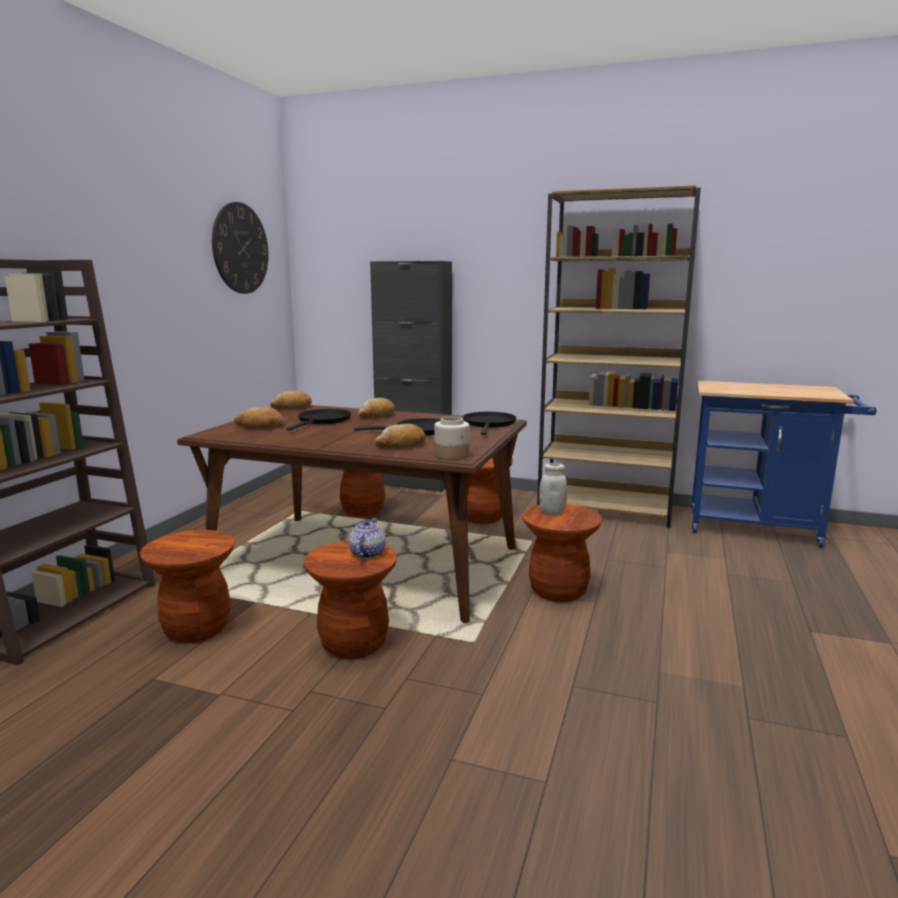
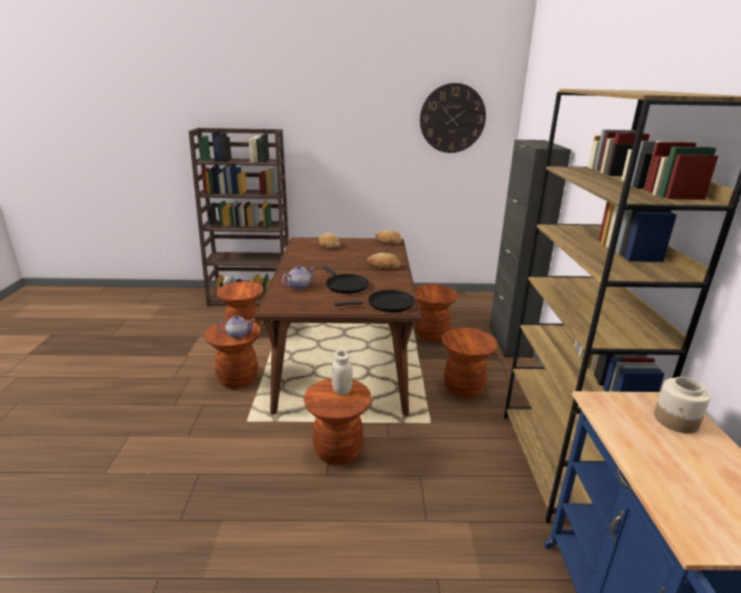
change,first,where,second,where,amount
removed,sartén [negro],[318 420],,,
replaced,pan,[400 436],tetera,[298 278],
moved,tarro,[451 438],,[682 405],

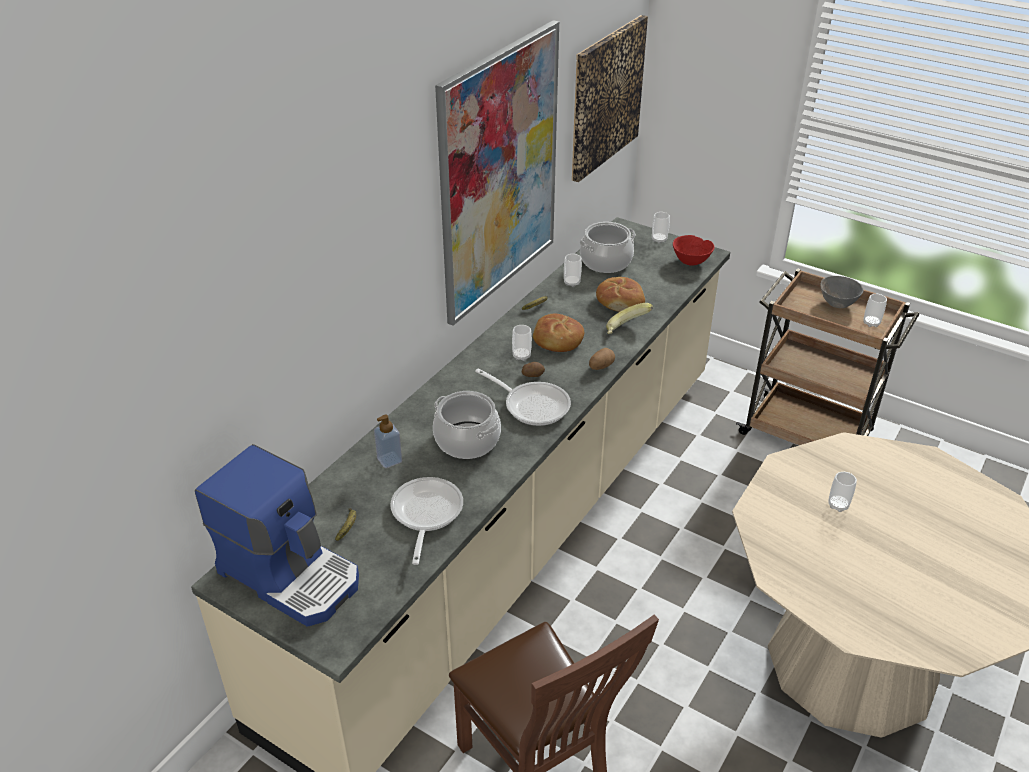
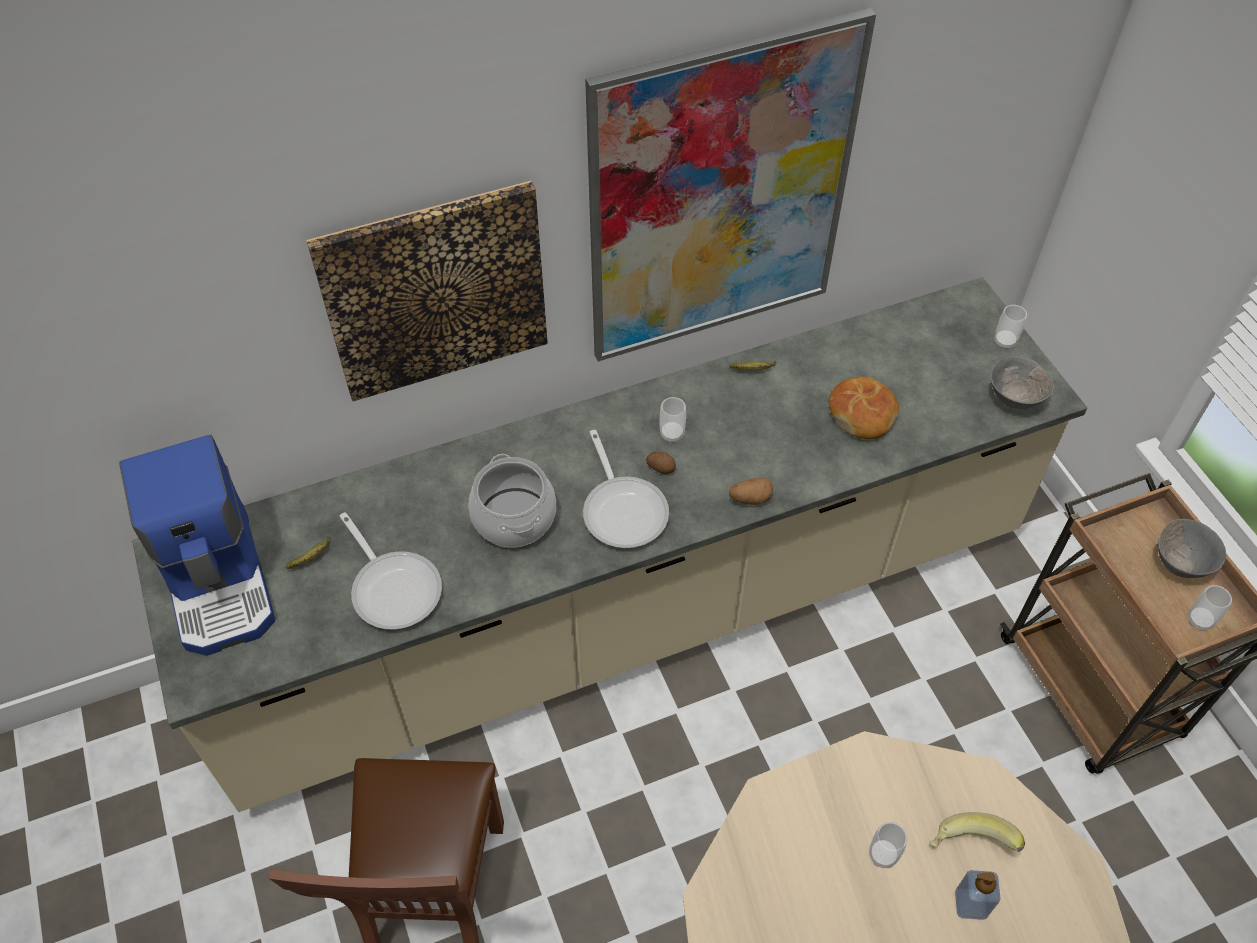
change,first,where,second,where,amount
moved,dispensador de jabón,[388 441],,[977 895],
turned,sartén,[426 521],,[390 571],105 degrees clockwise
removed,pan,[558 332],,,
removed,taza,[573 270],,,
moved,cuadro,[610 98],,[427 291],
removed,olla,[607 247],,,
moved,plátano,[629 318],,[977 832],
recoloured,cuenco [rojo],[694 250],cuenco [gris],[1022 382],

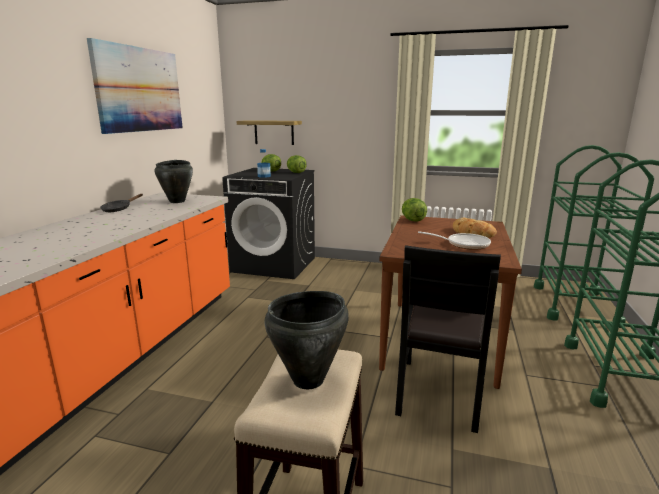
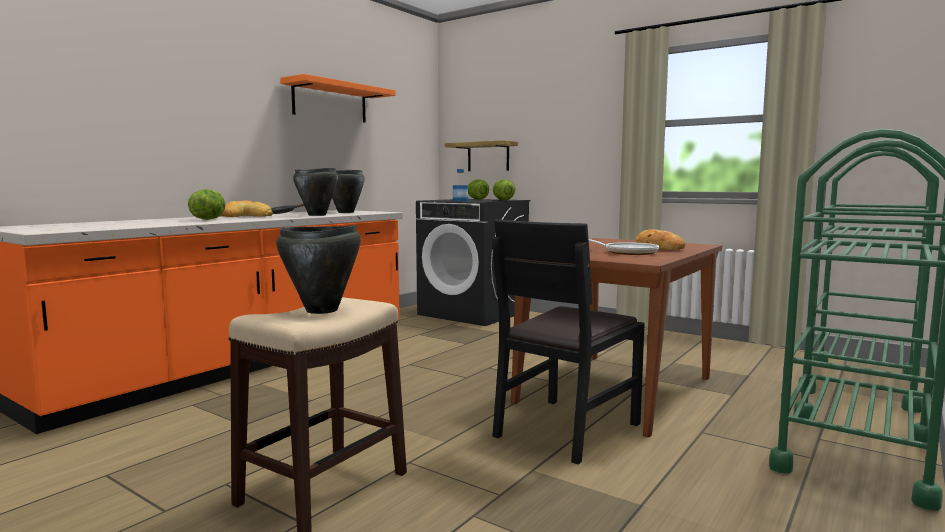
change,first,where,second,where,amount
replaced,cuadro,[135 86],estante [naranja],[337 98],
moved,lechuga,[414 210],,[206 204],
added,,,pan,[246 208],
added,,,olla [negro],[315 192],

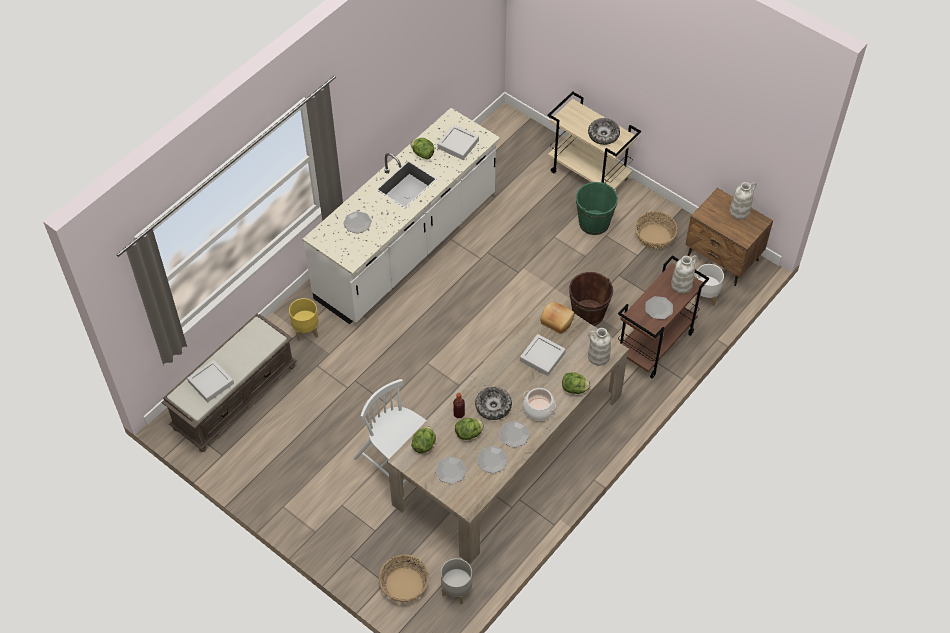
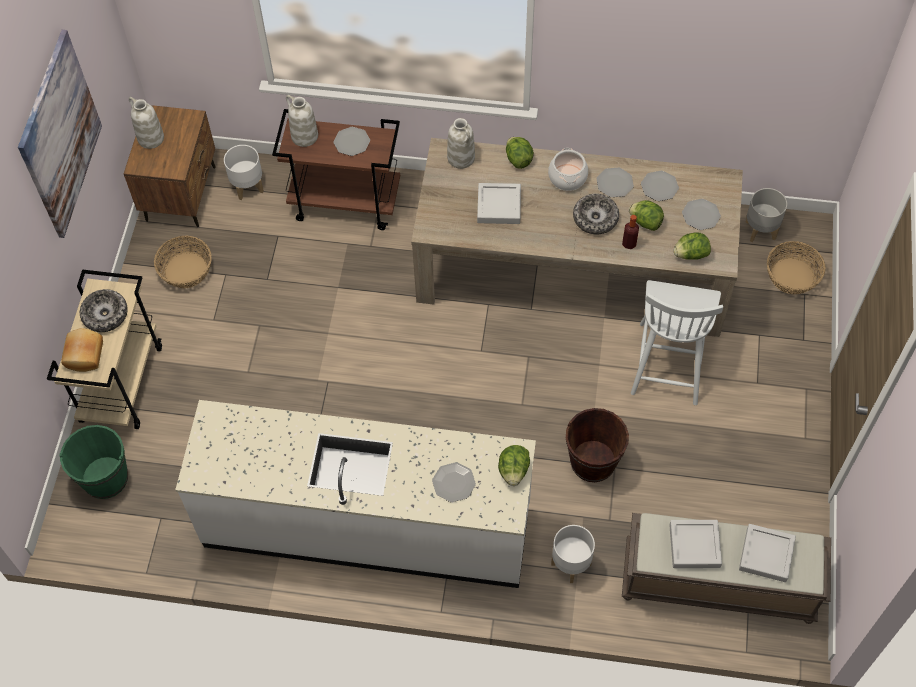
change,first,where,second,where,amount
recoloured,maceta [amarillo],[304 319],maceta [blanco],[573 554],
moved,lechuga,[422 148],,[514 465],
moved,bandeja [gris],[458 142],,[695 544],
moved,pan,[557 317],,[82 350],
moved,cubo [marrón],[591 299],,[597 445],
moved,cubo [verde],[597 208],,[94 462],
added,,,cuadro,[60 134],

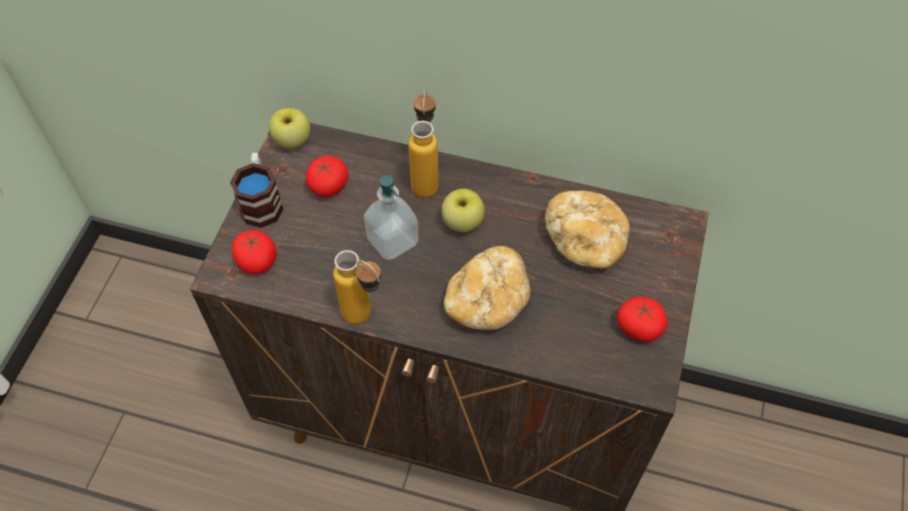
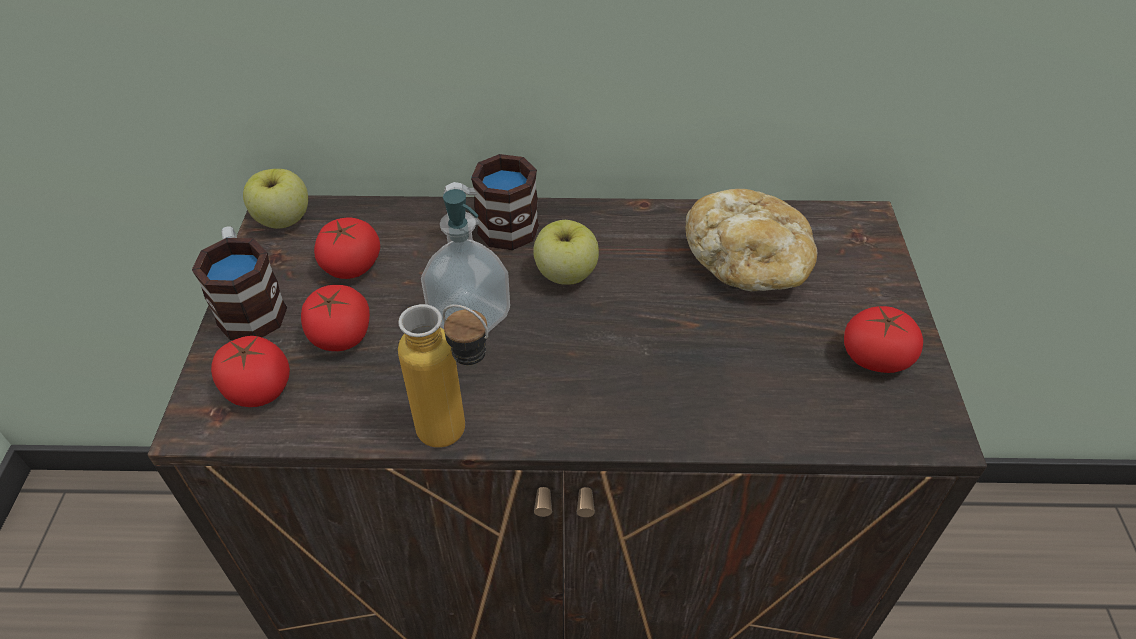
change,first,where,second,where,amount
replaced,botella,[424 143],taza grande,[491 202],
removed,pan,[487 288],,,
added,,,tomate,[335 318],

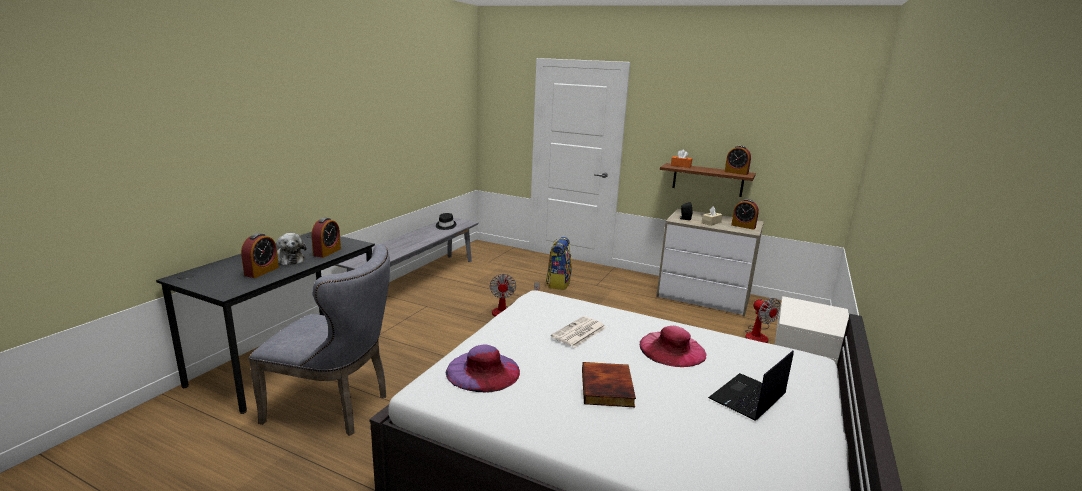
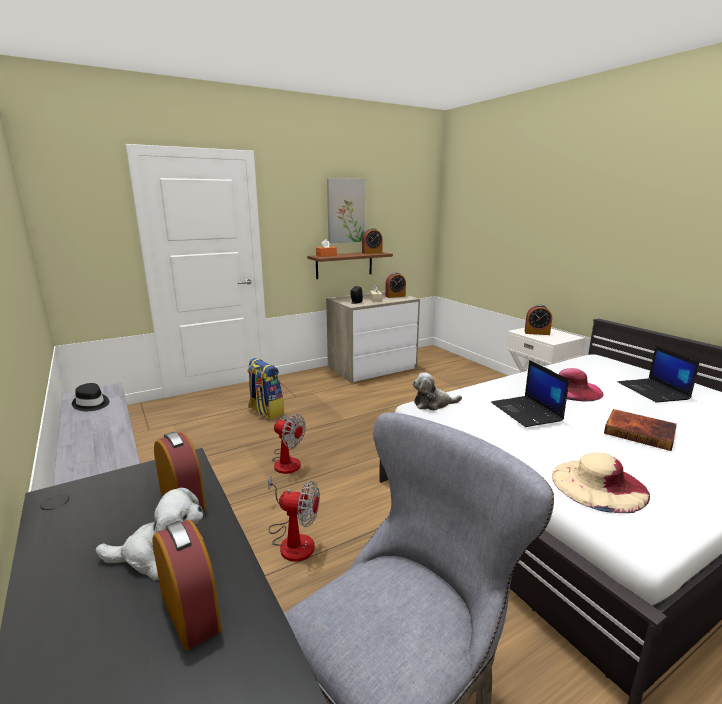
change,first,where,second,where,amount
recoloured,sombrero [morado],[483 368],sombrero [beis],[601 483],
replaced,periódico,[578 331],portátil,[530 393],
moved,ventilador,[762 320],,[294 518],
added,,,cuadro,[346 210],
added,,,peluche,[437 391],
added,,,despertador,[538 320],

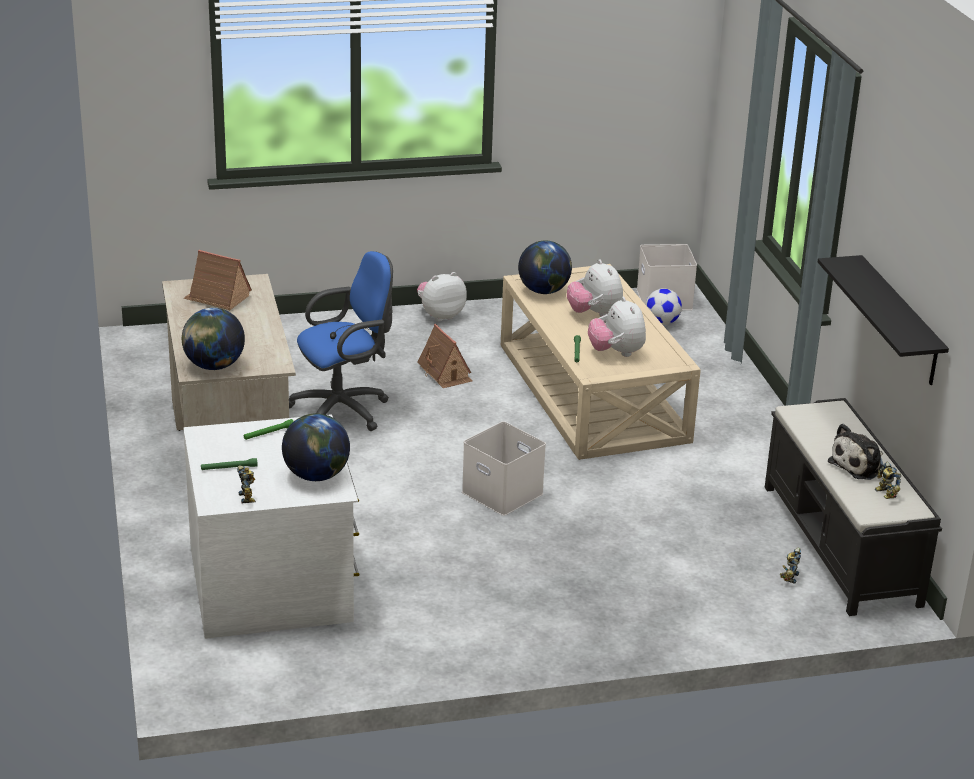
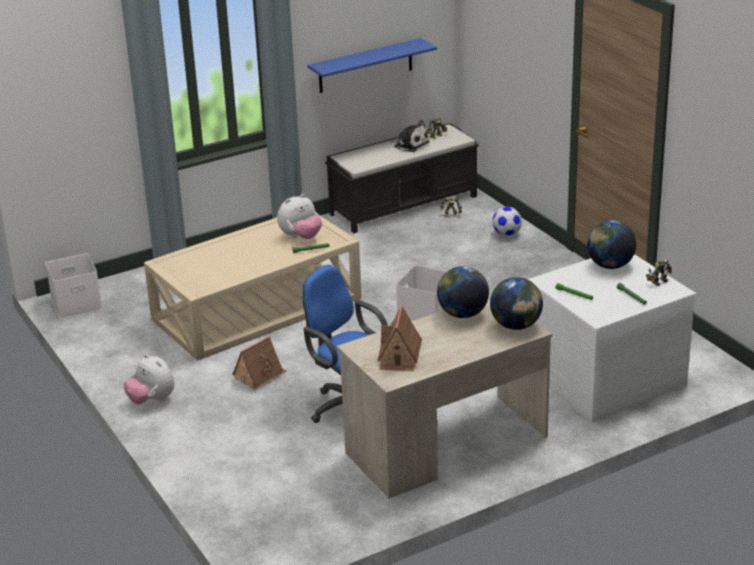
change,first,where,second,where,amount
moved,globo terráqueo,[545 267],,[463 292],
removed,peluche,[595 287],,,
moved,balón de fútbol,[663 306],,[507 221],
recoloured,estante [negro],[883 320],estante [azul],[372 65],

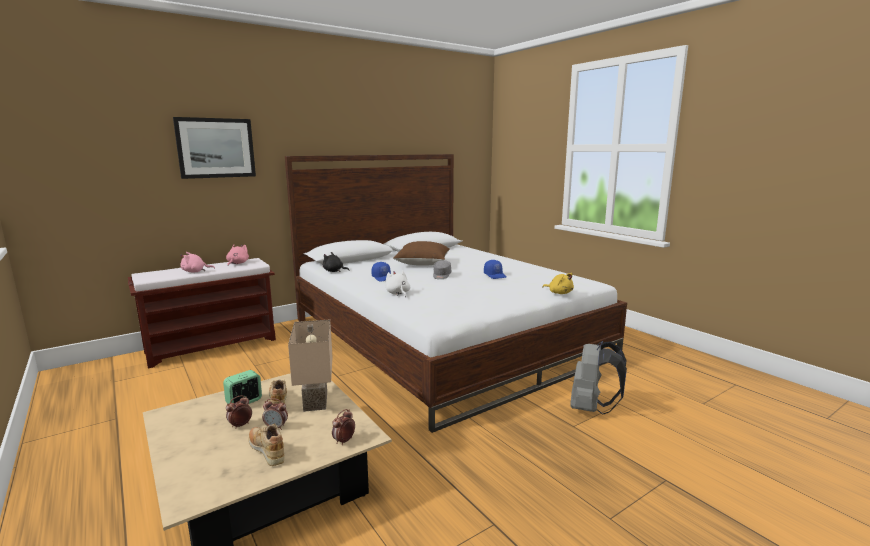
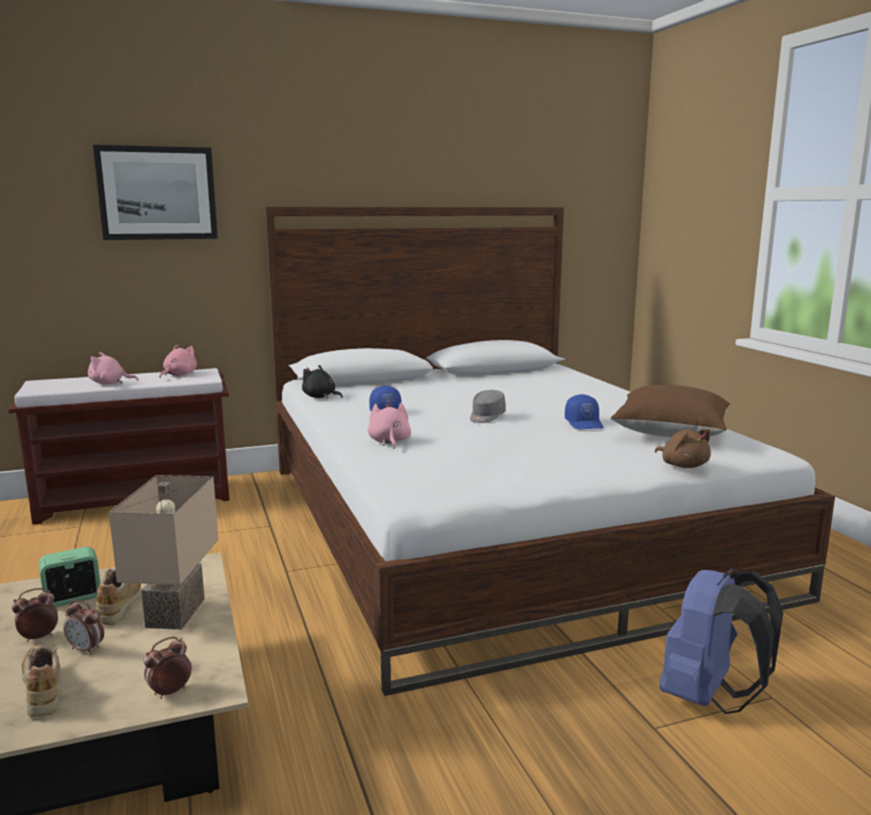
change,first,where,second,where,amount
recoloured,peluche [blanco],[397 283],peluche [rosa],[389 426],
moved,cojín [marrón],[421 253],,[670 411],
recoloured,peluche [amarillo],[558 283],peluche [marrón],[683 448],
recoloured,mochila [gris],[598 378],mochila [azul],[721 641],

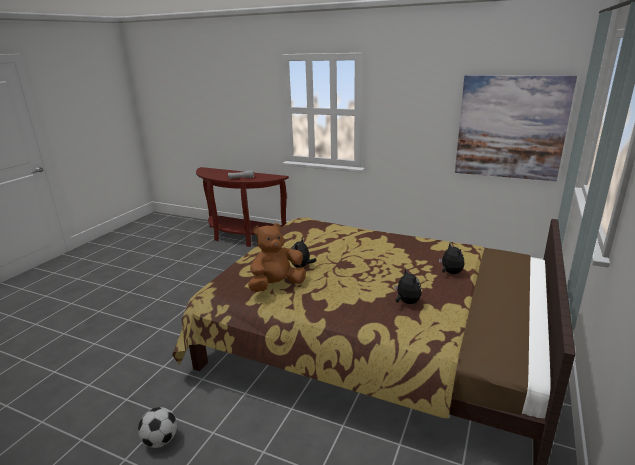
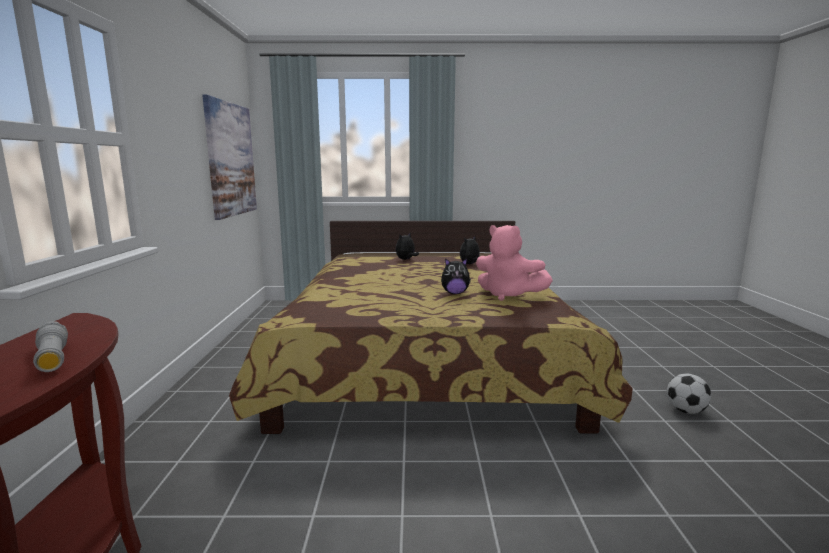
change,first,where,second,where,amount
recoloured,peluche [marrón],[277 257],peluche [rosa],[514 263],

